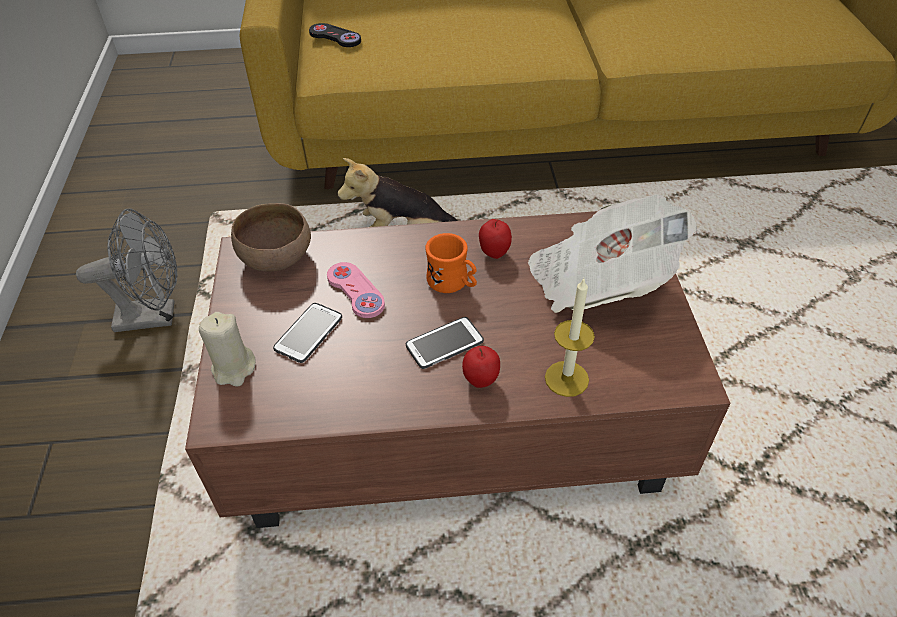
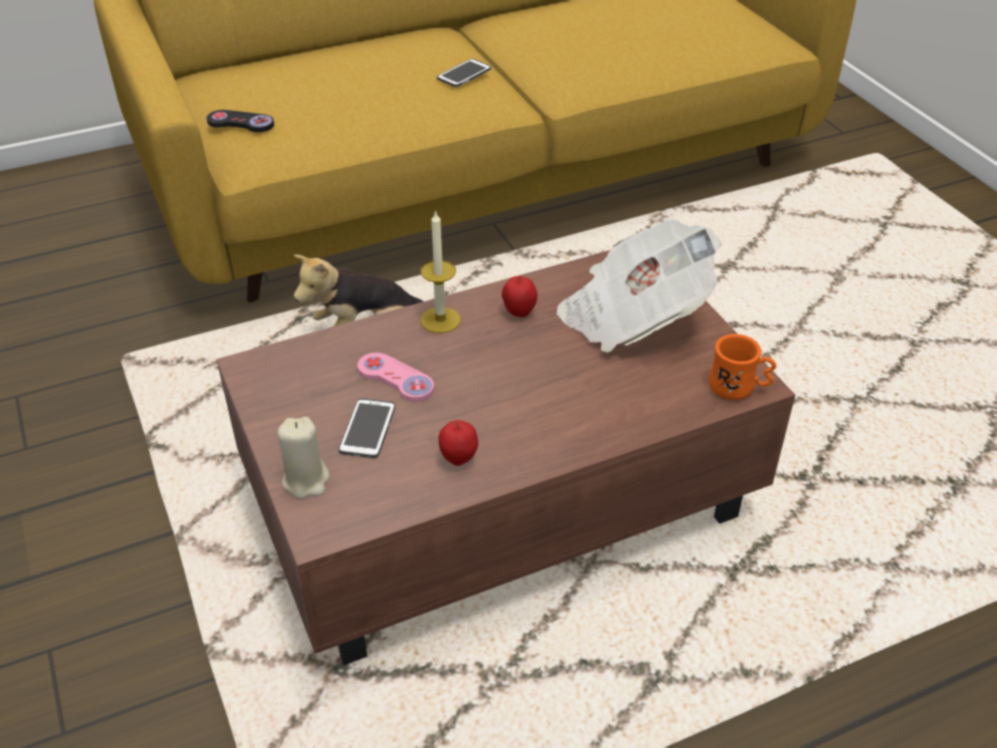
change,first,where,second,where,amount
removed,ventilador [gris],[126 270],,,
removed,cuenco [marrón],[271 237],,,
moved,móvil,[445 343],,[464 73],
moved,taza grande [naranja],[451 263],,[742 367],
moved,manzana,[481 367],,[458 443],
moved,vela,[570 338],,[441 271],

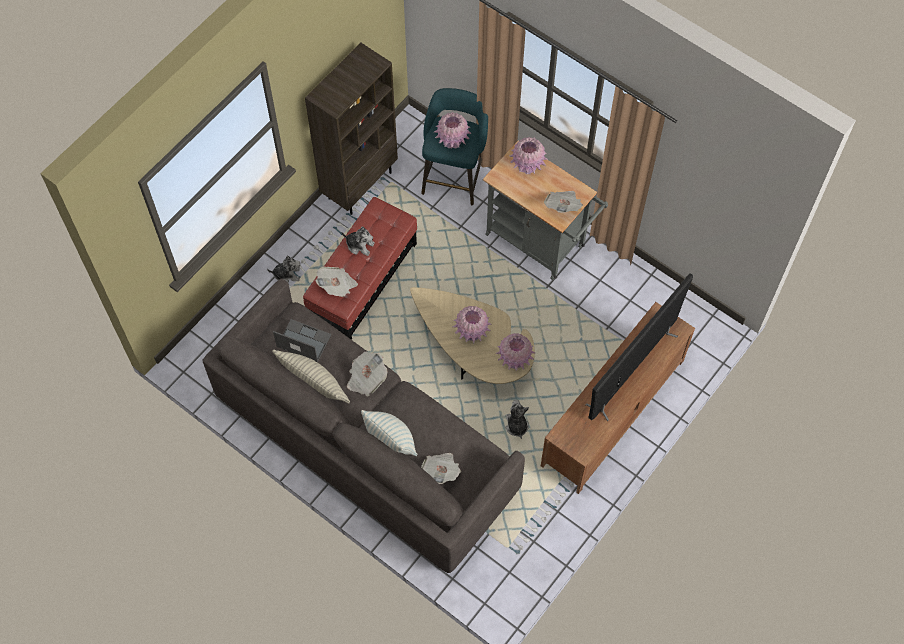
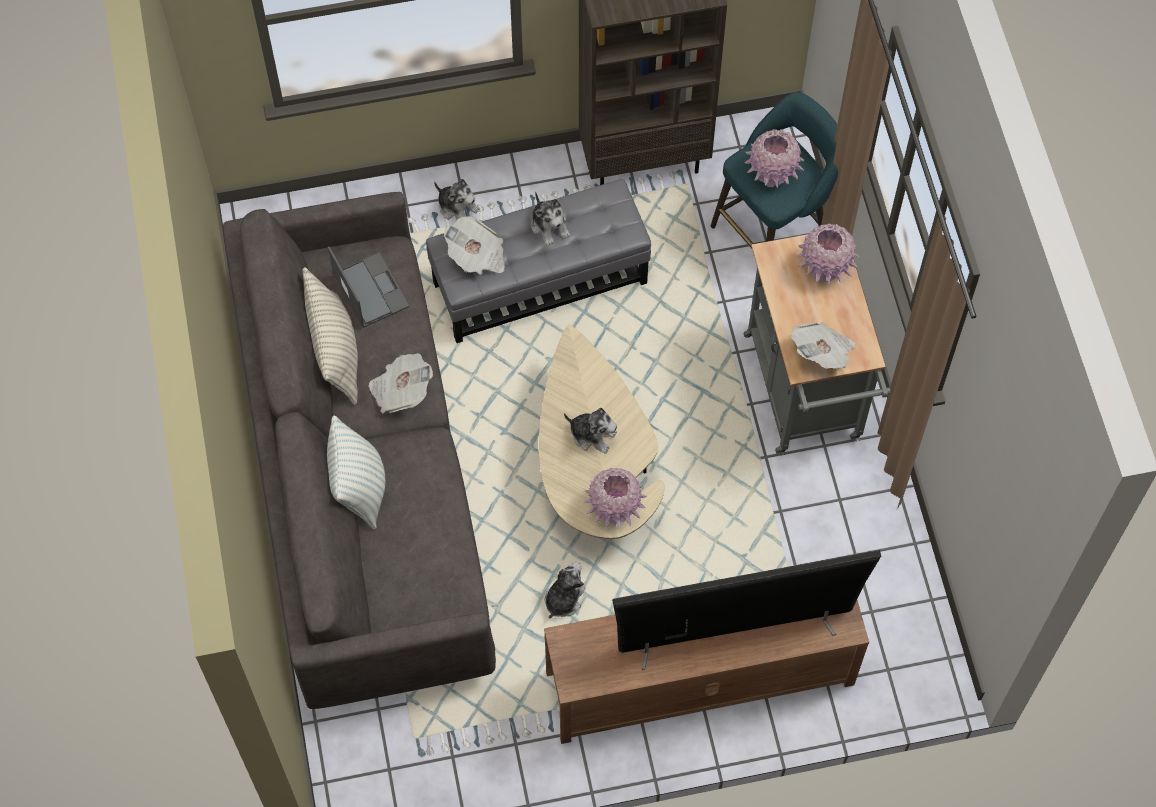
change,first,where,second,where,amount
recoloured,puf [rojo],[360 268],puf [gris],[538 261],
removed,periódico,[441 468],,,
replaced,florero [rosa],[472 325],peluche,[590 431],

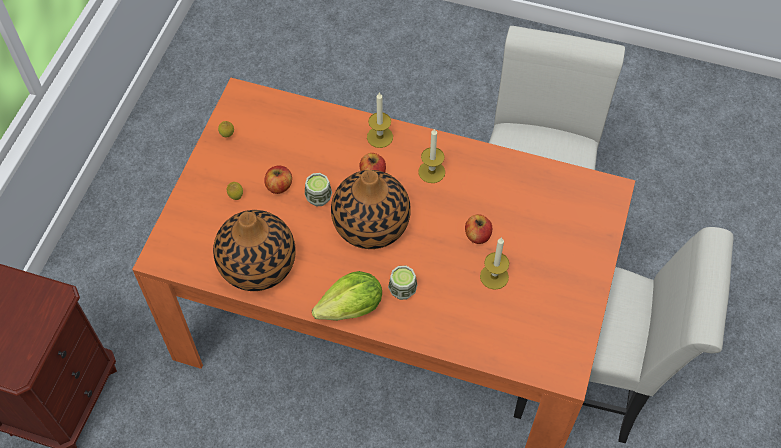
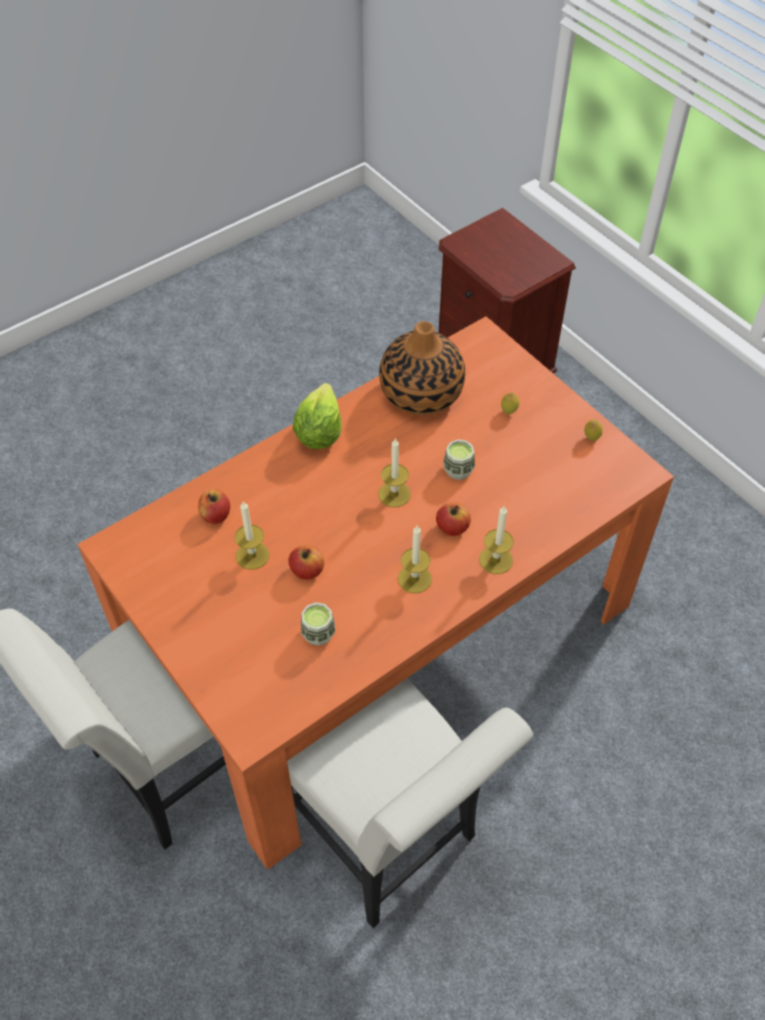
change,first,where,second,where,amount
moved,manzana,[278 180],,[214 506],
replaced,florero,[371 209],vela,[395 472],
moved,taza,[402 282],,[318 624],

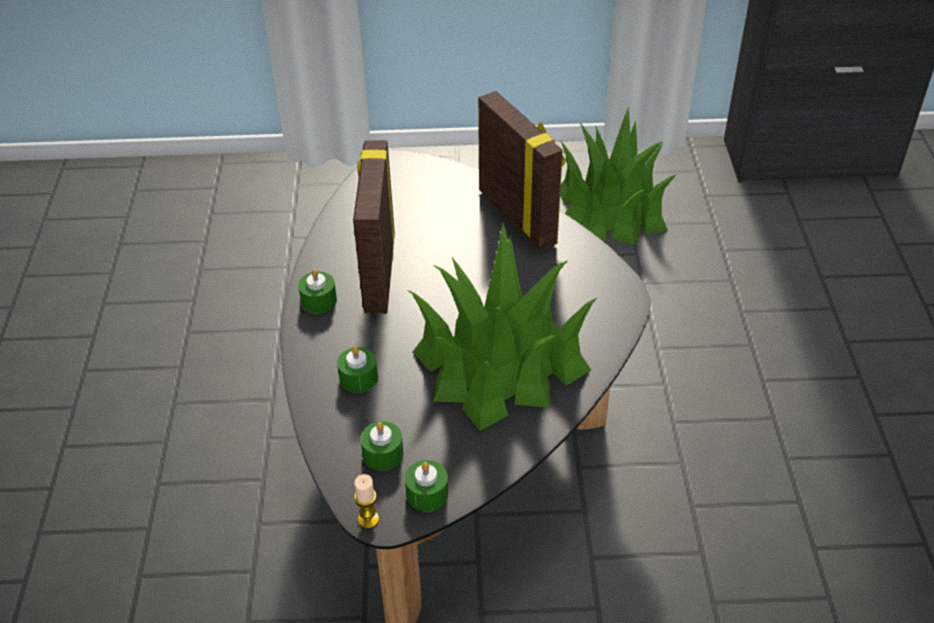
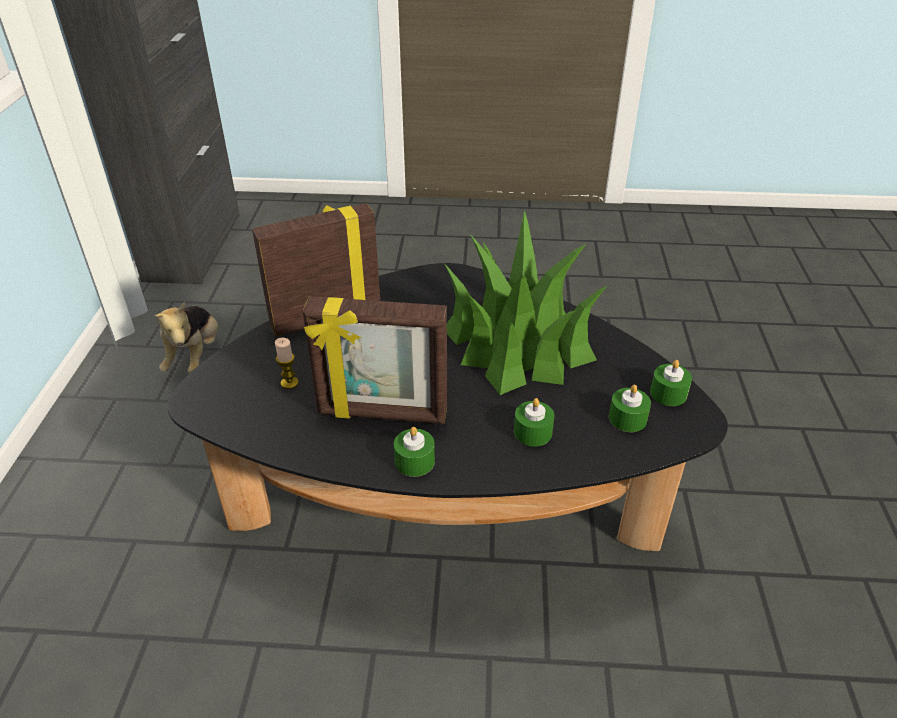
change,first,where,second,where,amount
moved,vela,[366 501],,[287 363],
replaced,planta en maceta,[618 175],peluche,[186 337],

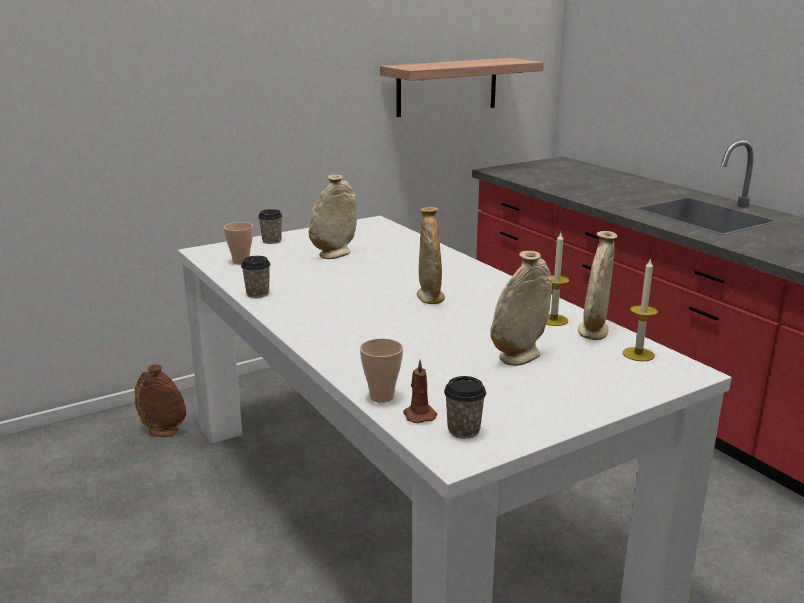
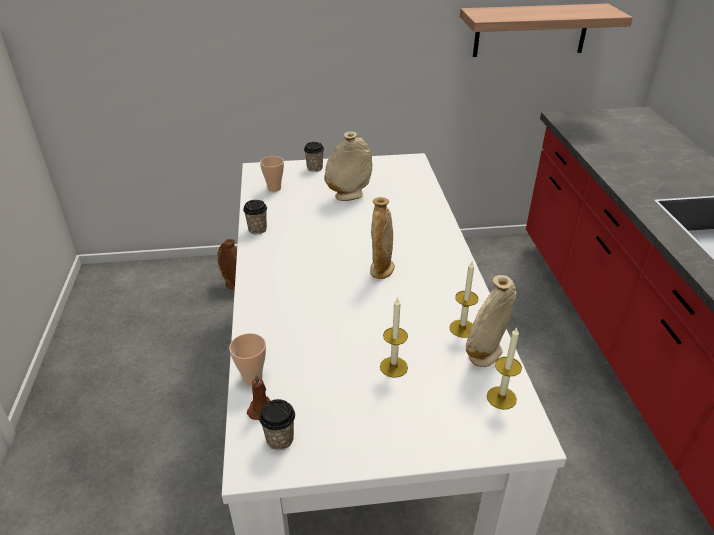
change,first,where,second,where,amount
replaced,florero [beis],[521 308],vela,[394 337],

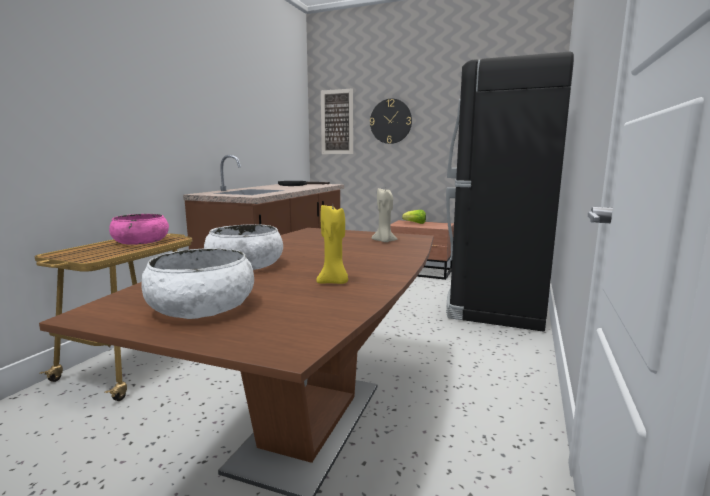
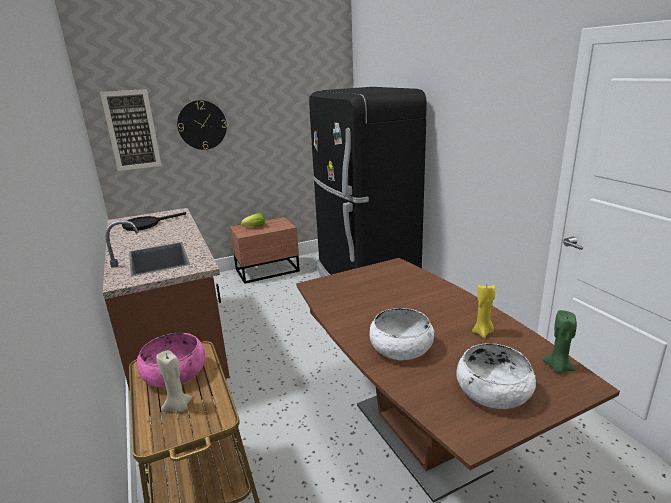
change,first,where,second,where,amount
moved,vela [beis],[384 215],,[174 381],
added,,,vela [verde],[560 342],

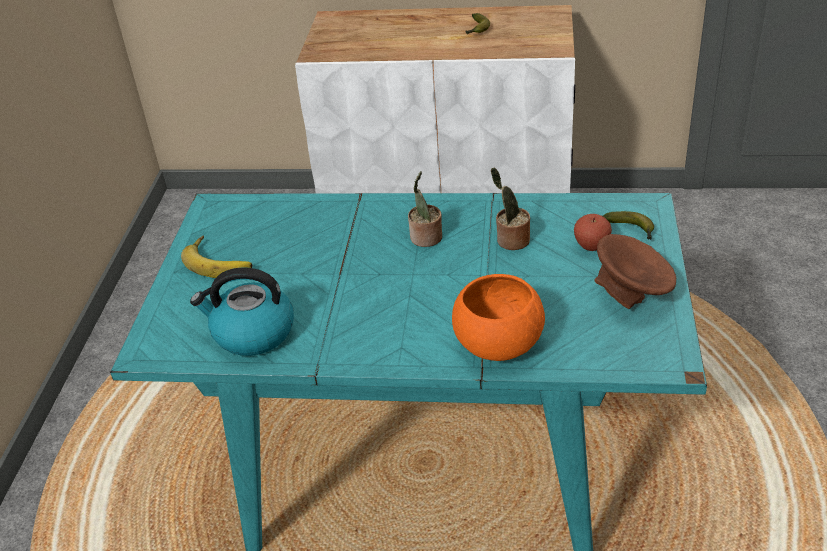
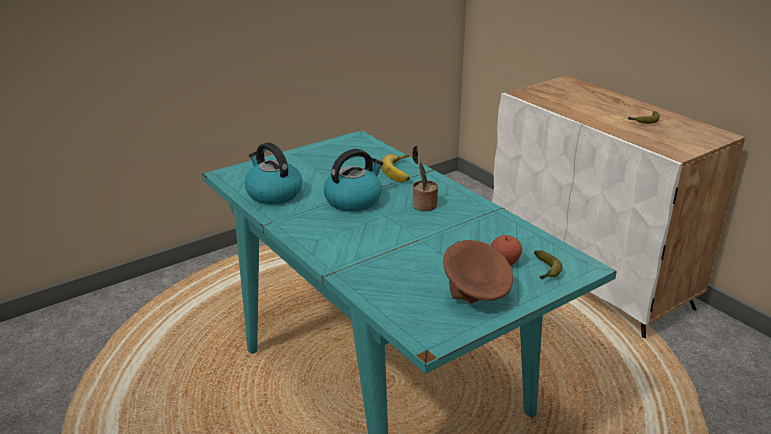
change,first,where,second,where,amount
moved,plátano,[216 256],,[395 168],
removed,cuenco [naranja],[498 317],,,
removed,planta en maceta,[510 208],,,
added,,,hervidor,[354 180],

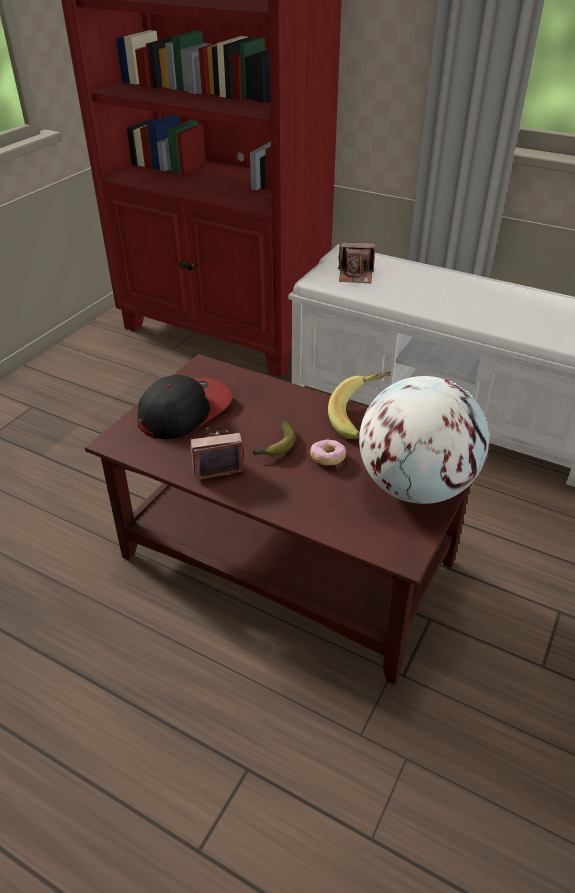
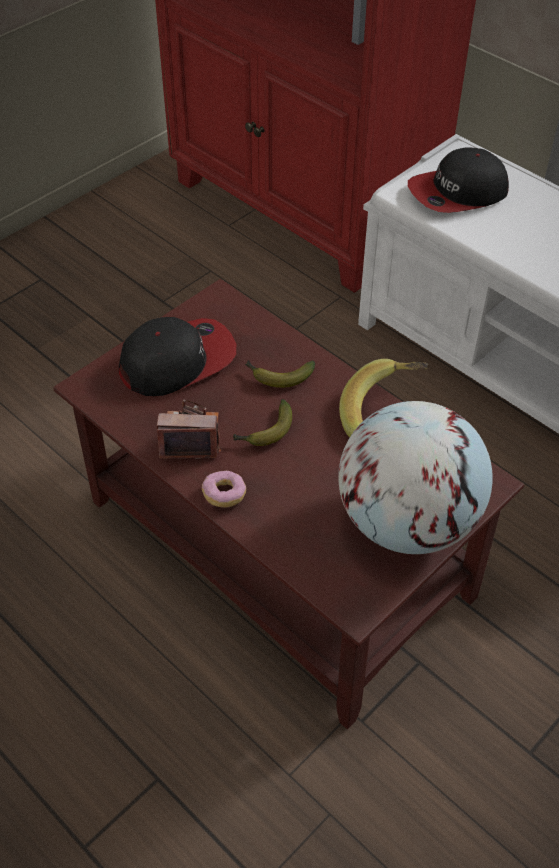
change,first,where,second,where,amount
moved,rosquilla,[328 452],,[224 489],
replaced,cámara,[356 262],gorra,[458 180],
added,,,plátano,[280 374],

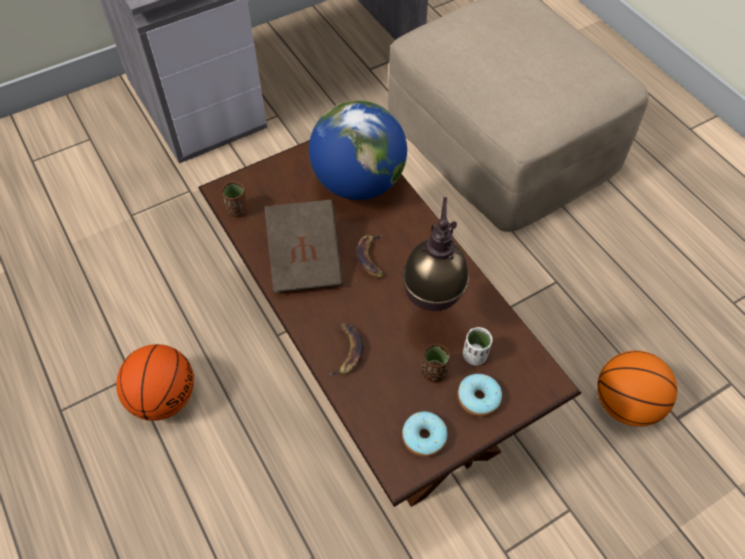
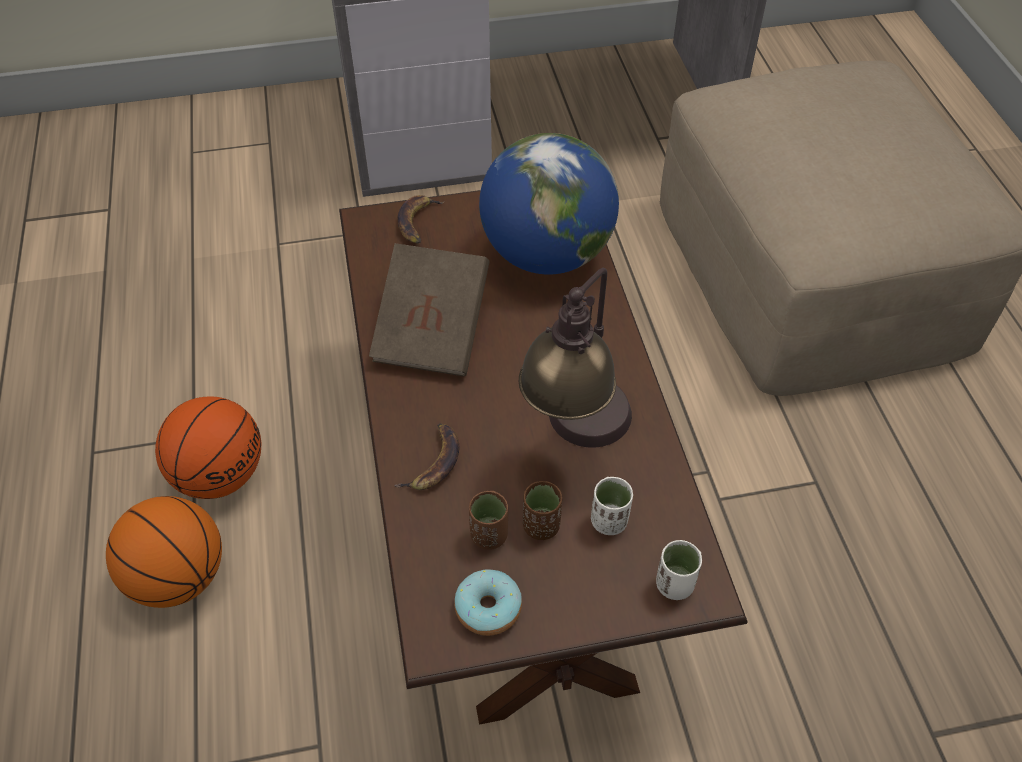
change,first,where,second,where,amount
moved,taza [marrón],[235 199],,[488 520],
moved,plátano,[370 256],,[421 219],
removed,rosquilla,[480 395],,,
moved,balón de baloncesto,[637 389],,[164 552],
added,,,taza [blanco],[679 570],

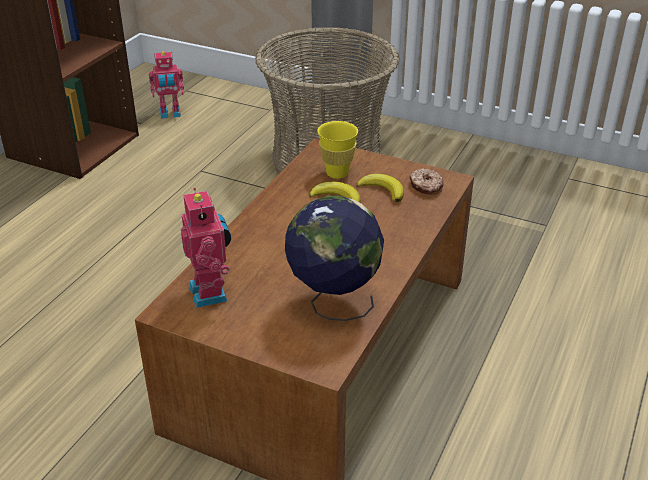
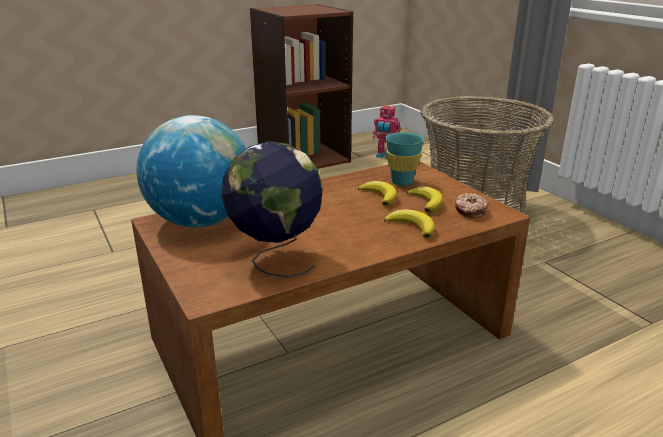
change,first,where,second,where,amount
replaced,robot de juguete,[206 248],globo terráqueo,[191 171],
recoloured,taza [amarillo],[338 150],taza [turquesa],[404 159],
added,,,plátano,[409 223],

